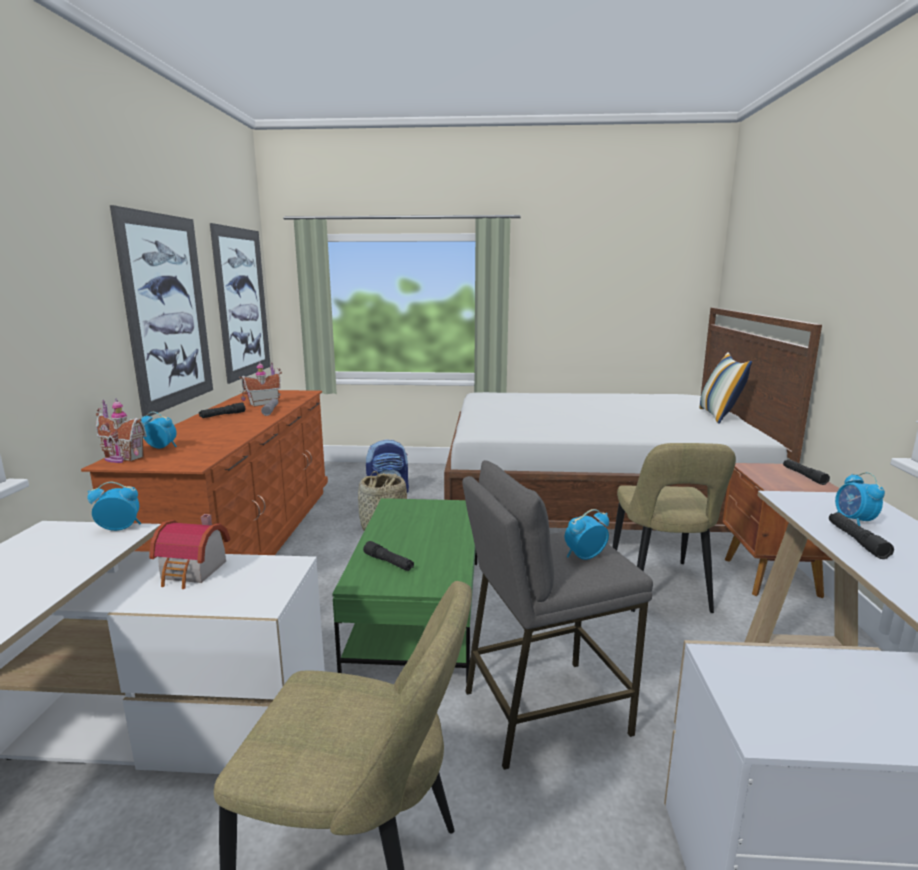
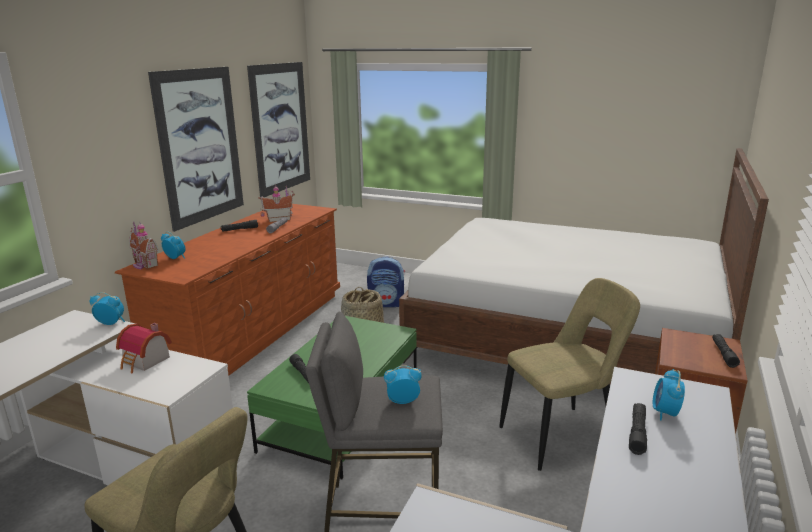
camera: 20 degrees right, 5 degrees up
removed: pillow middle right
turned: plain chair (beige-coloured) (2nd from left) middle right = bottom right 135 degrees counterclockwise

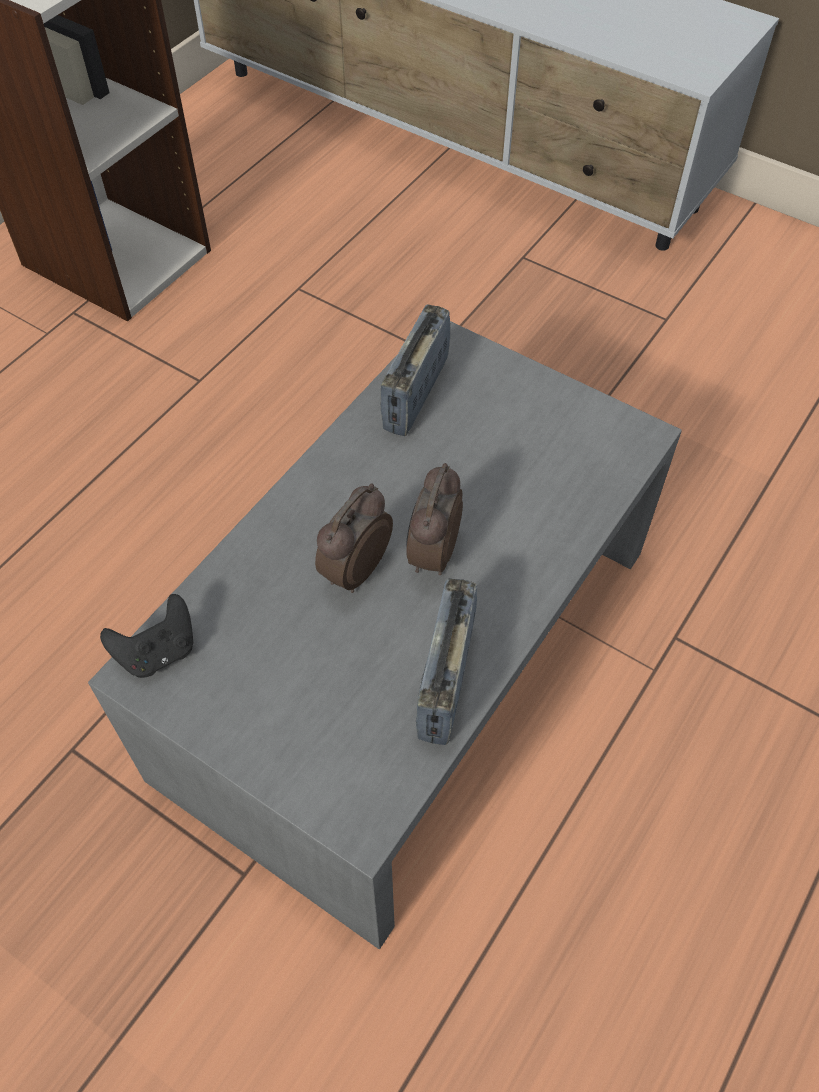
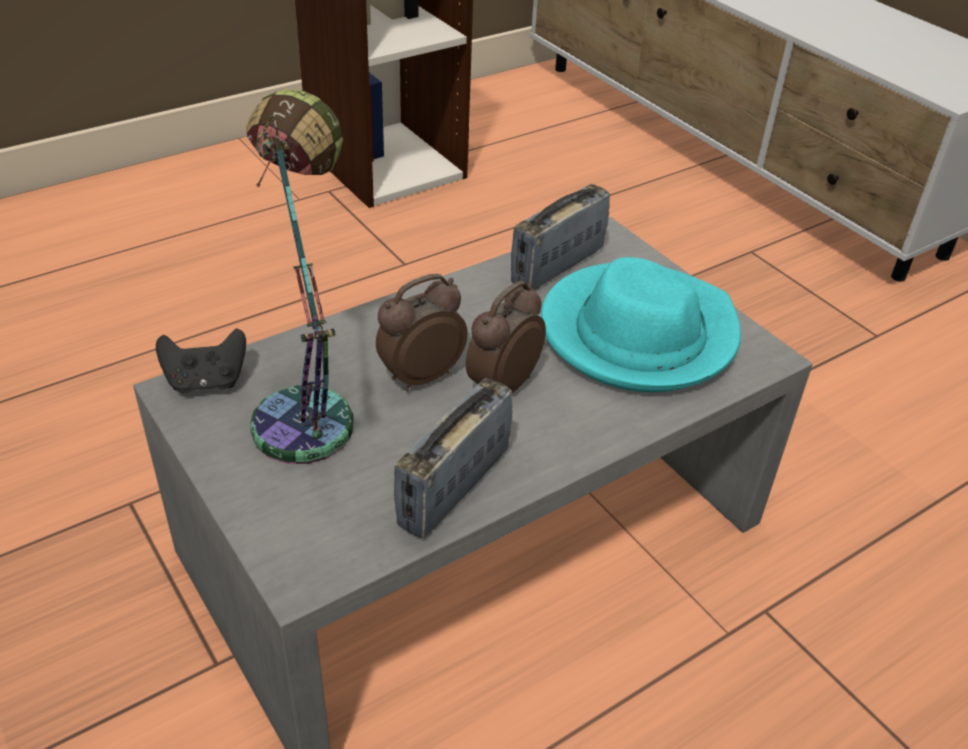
camera: 20 degrees right, 15 degrees down
added: table lamp middle left; clothing hat (blue-green) centre

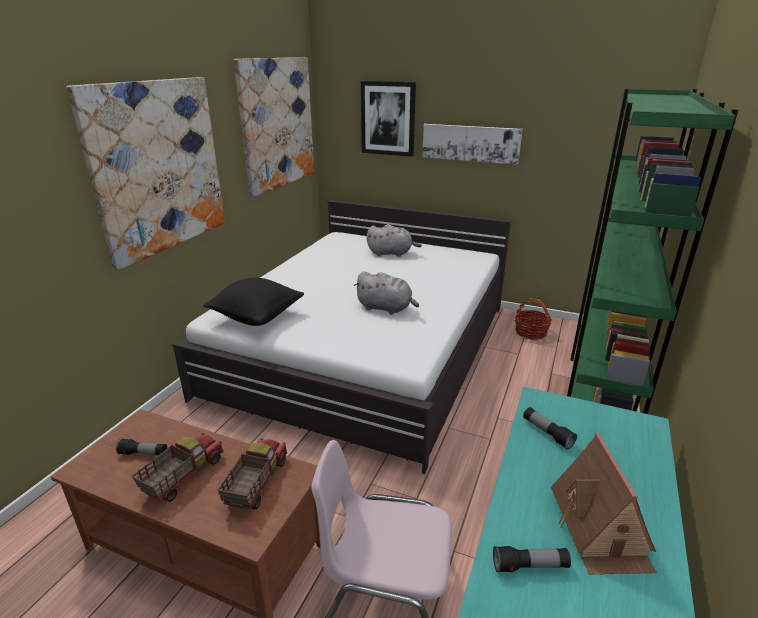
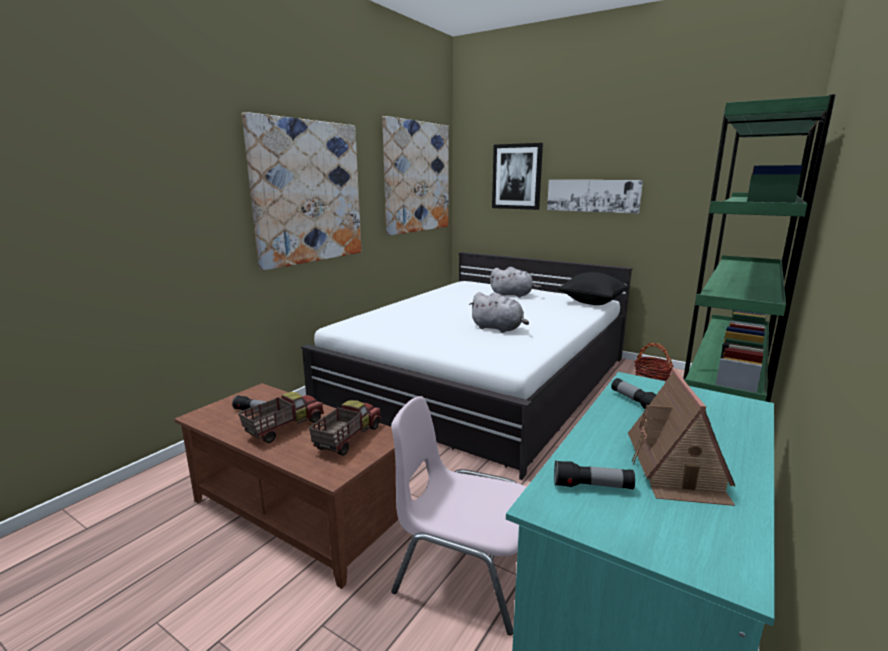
camera: 10 degrees right, 10 degrees down
moved: pillow (blackish) centre to middle right

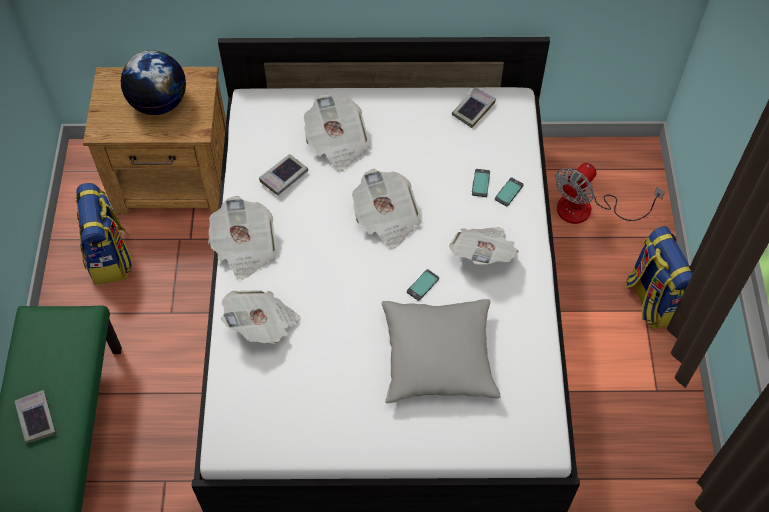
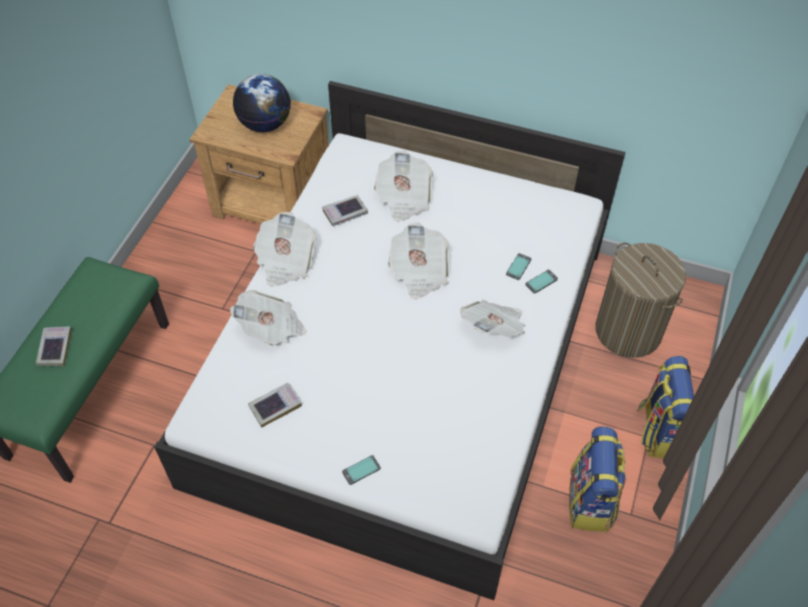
camera: 20 degrees right, 5 degrees down
removed: pillow (gray) bottom centre
moved: volume (3rd from left in the first image) top centre to volume (2nd from left) bottom centre; rucksack (1st from left) middle left to bottom right; telephone (1st from left) centre to bottom centre
replaced: cooling fan middle right to hamper middle right

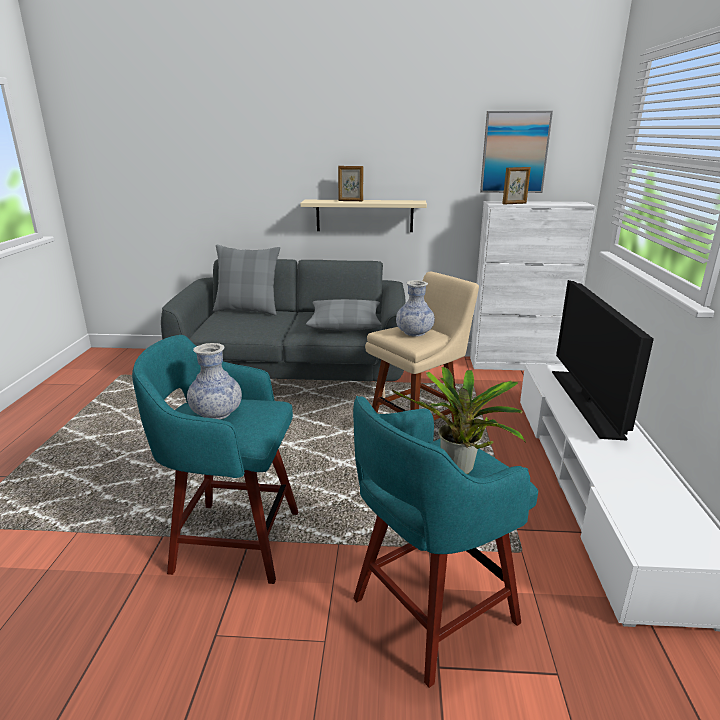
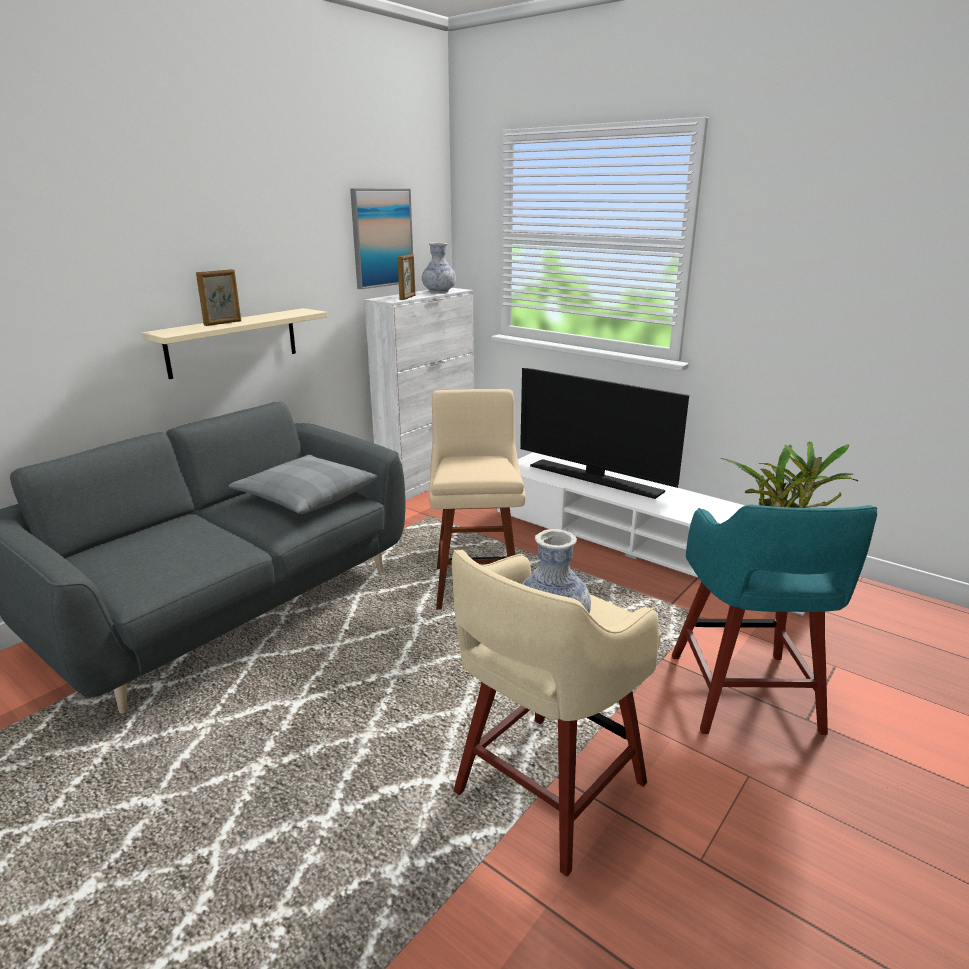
camera: 55 degrees left, 0 degrees up
removed: pillow (gray) (1st from left) centre
moved: decorative vase (2nd from left in the first image) centre to decorative vase (1st from left) top centre
recoloured: sitting stool (blue-green) (1st from left) middle left to sitting stool (beige-coloured) (2nd from left) bottom centre

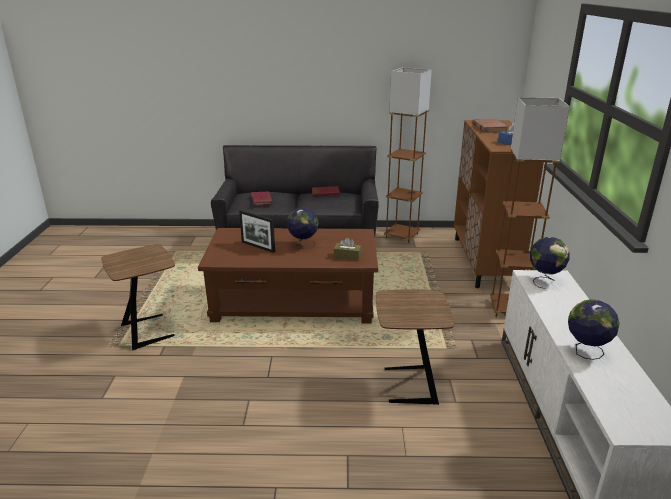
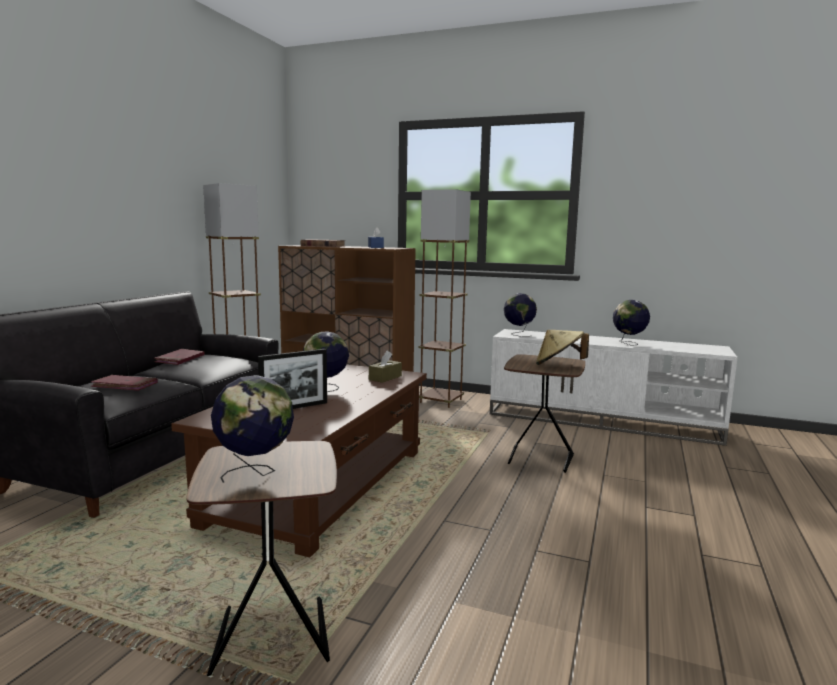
camera: 70 degrees left, 15 degrees down
added: clothing hat (beige-coloured) middle right; globe (1st from left) middle left

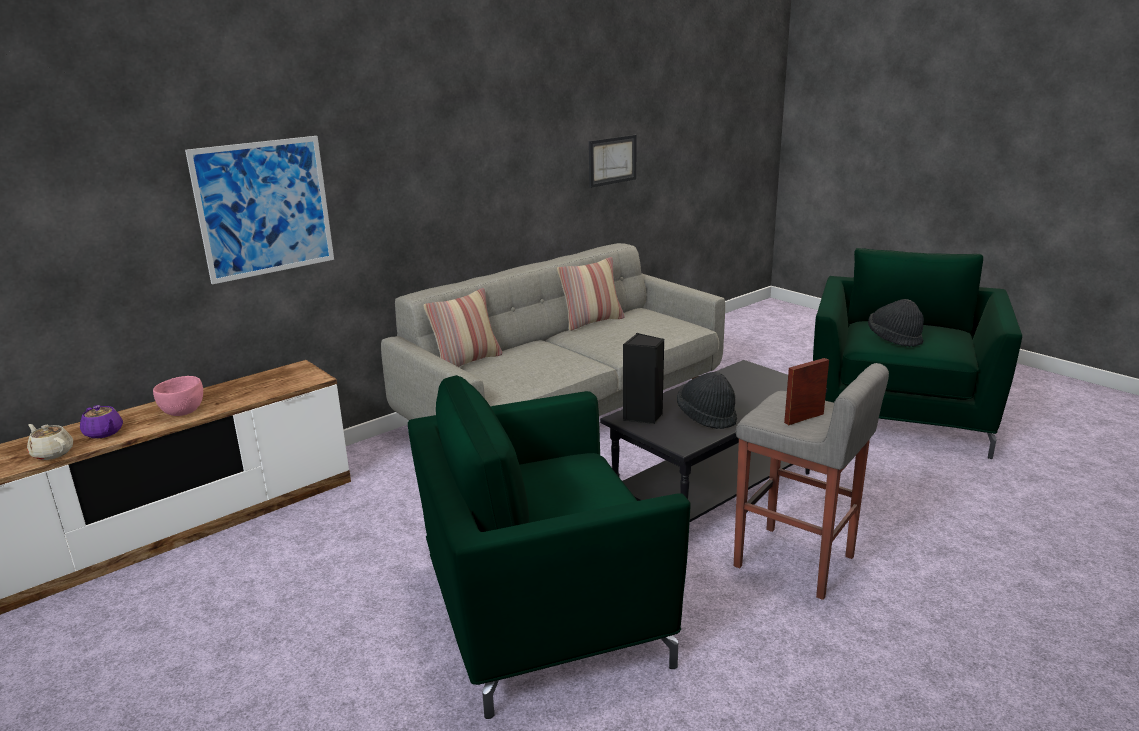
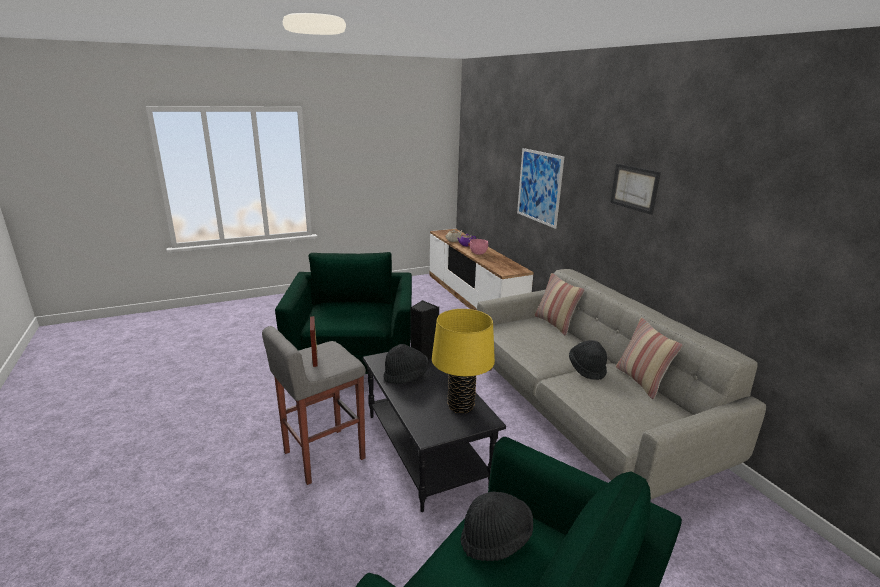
camera: 105 degrees right, 0 degrees up
added: table lamp (yellowish) centre; clothing hat (blackish) (3rd from left) middle right
moved: wall art (2nd from left) top centre to top right

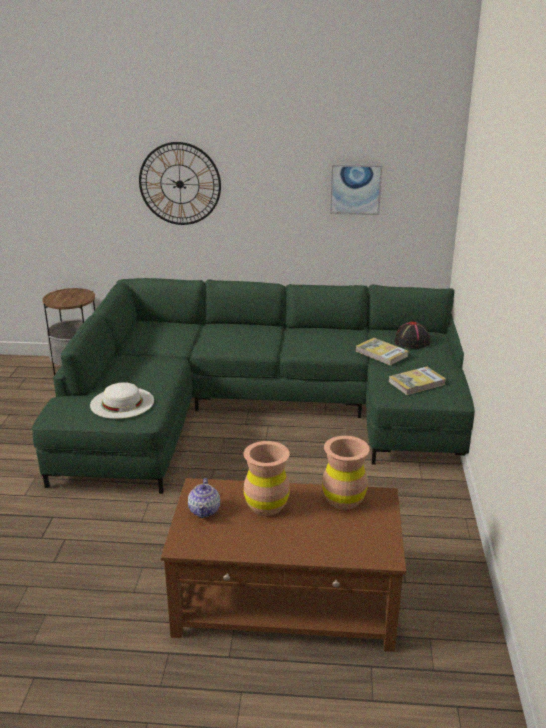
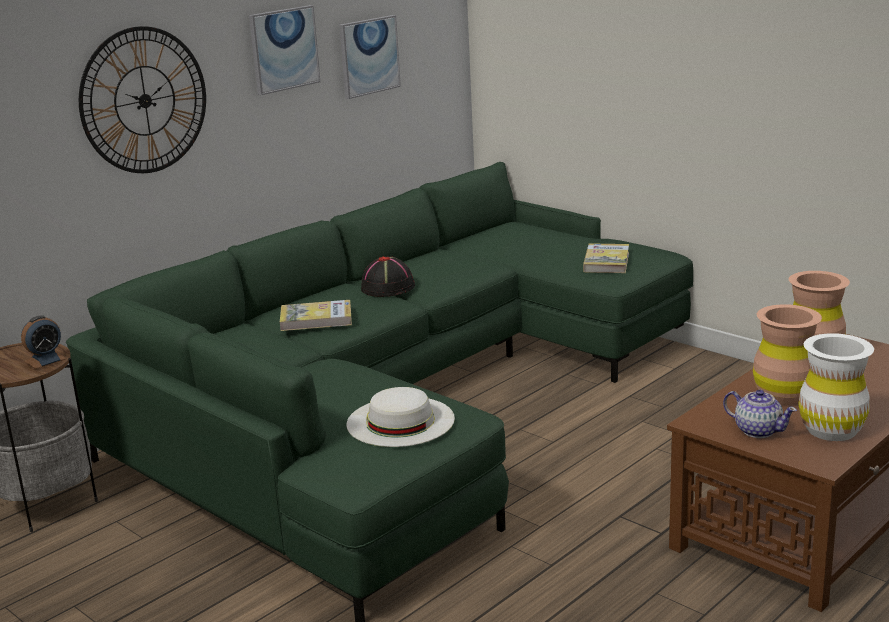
camera: 50 degrees left, 5 degrees down
added: wall art (1st from left) top left; bedside clock middle left; decorative vase (whitish) middle right
moved: clothing hat (blackish) middle right to centre; volume (1st from left) middle right to centre

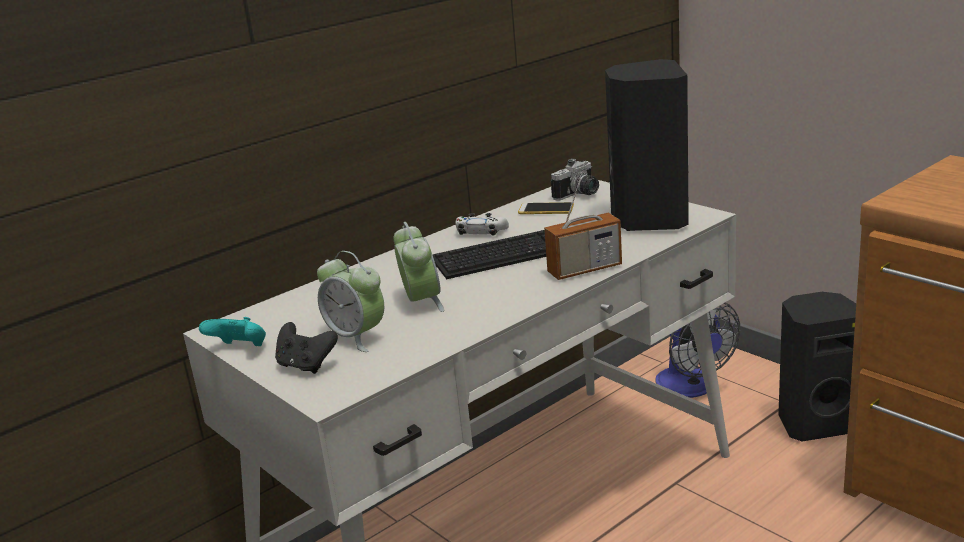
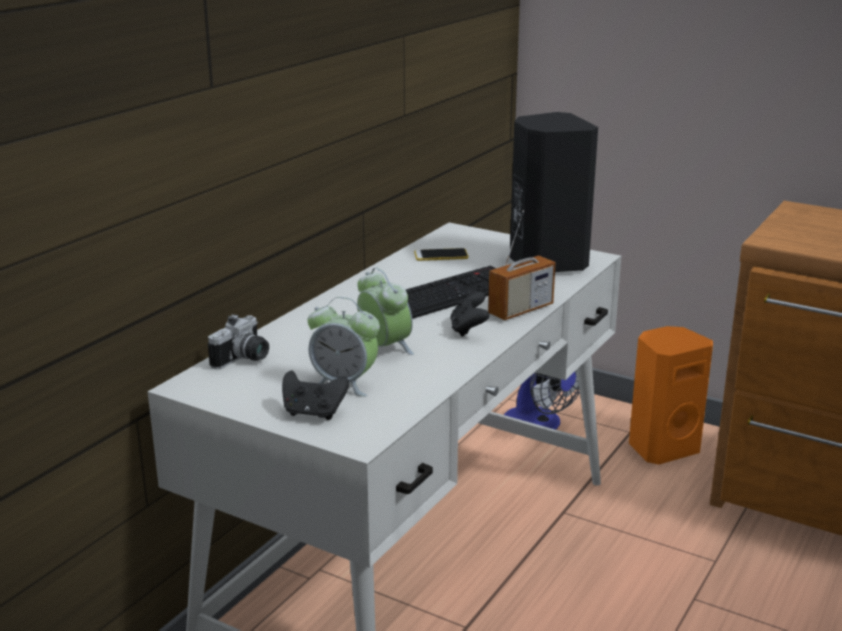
camera: 20 degrees left, 0 degrees up
removed: game controller (whitish) centre; game controller (blue-green) middle left
added: game controller (blackish) (2nd from left) centre
moved: photo camera top centre to middle left
recoloured: speaker (blackish) (2nd from left) bottom right to speaker (orange-coloured) middle right

